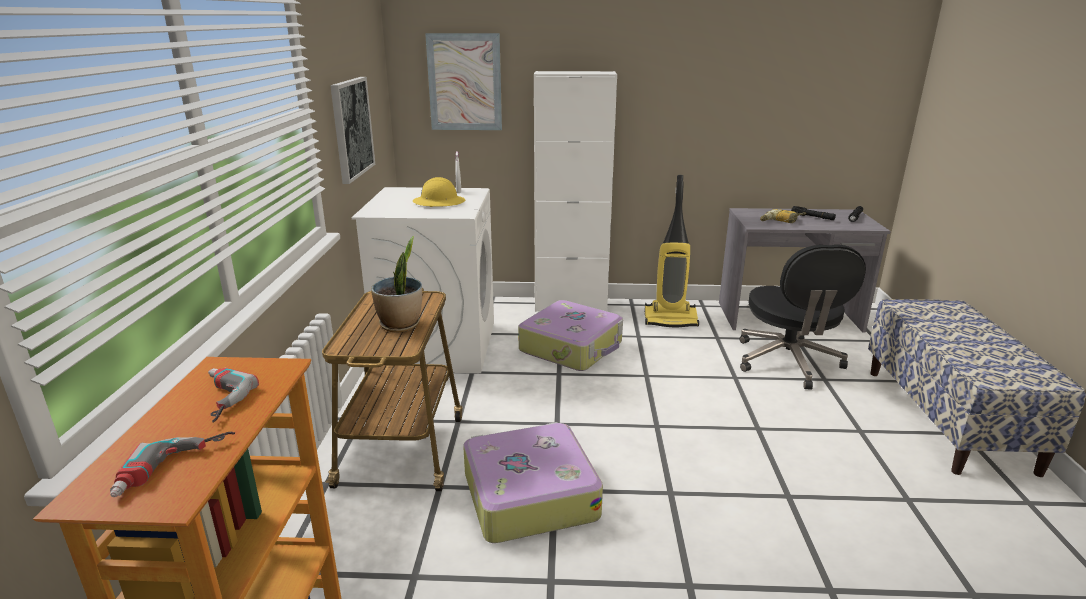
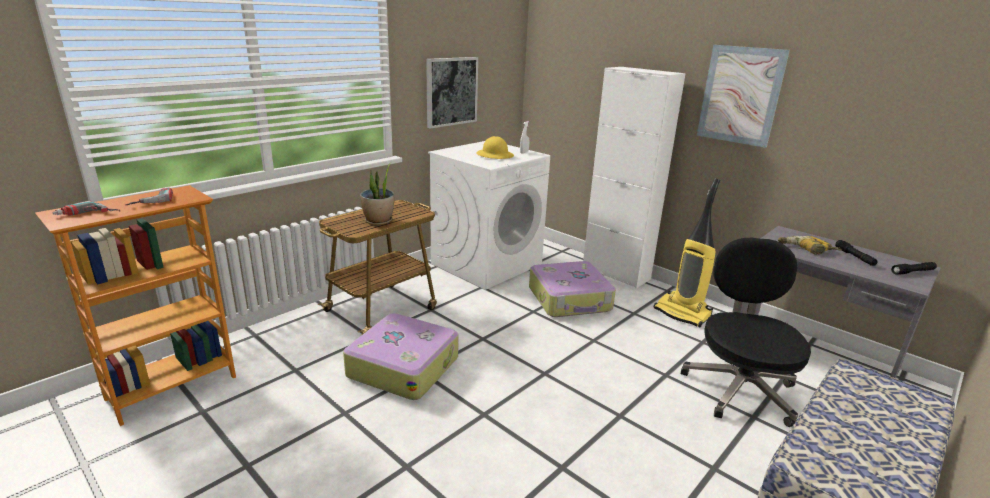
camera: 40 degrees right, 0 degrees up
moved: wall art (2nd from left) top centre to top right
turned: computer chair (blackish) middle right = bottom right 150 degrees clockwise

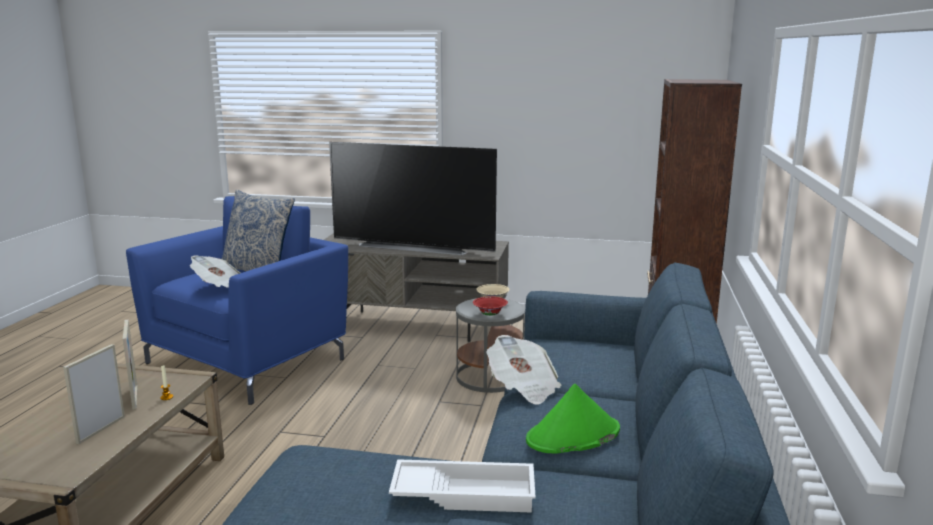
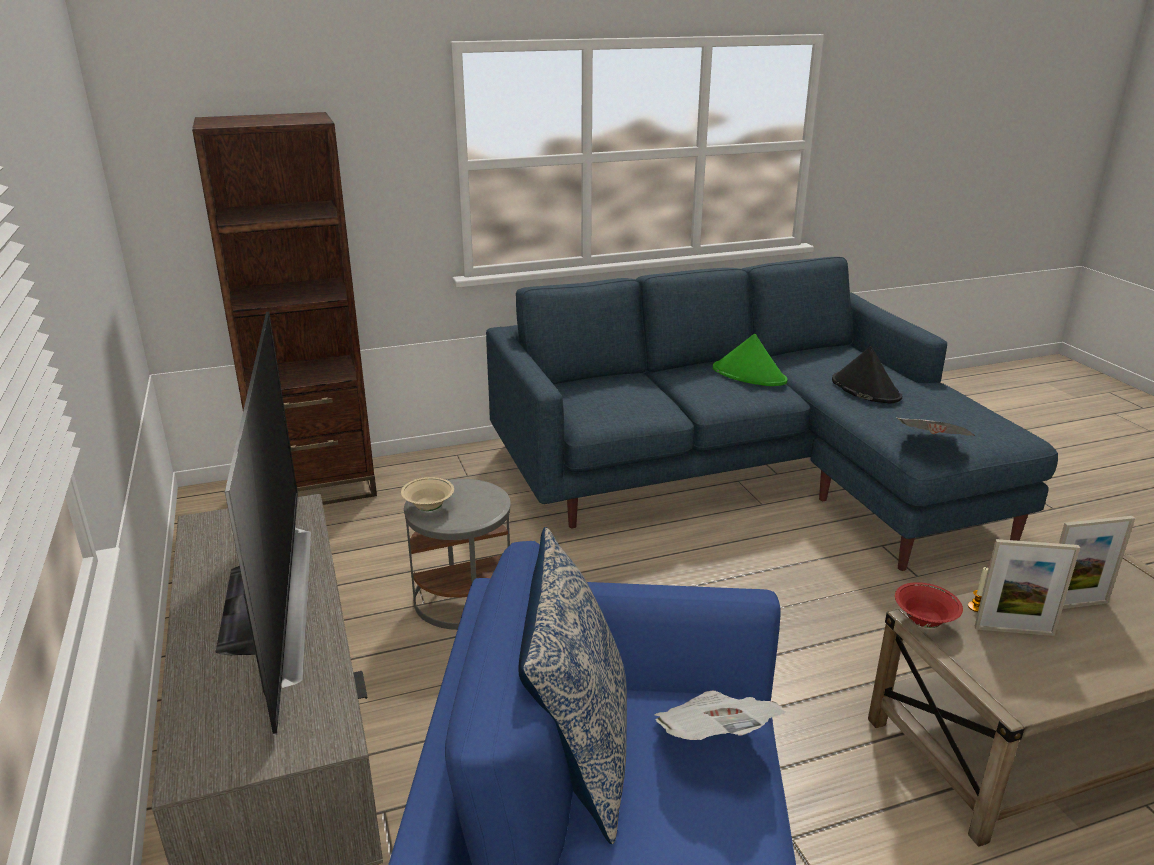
camera: 120 degrees left, 10 degrees up
moved: deep dish (reddish) centre to bottom right; newspaper (2nd from left) bottom centre to middle right
replaced: carrying tray (whitish) bottom centre to clothing hat (blackish) middle right
turned: picture frame (2nd from left in the first image) bottom left = bottom right 120 degrees counterclockwise

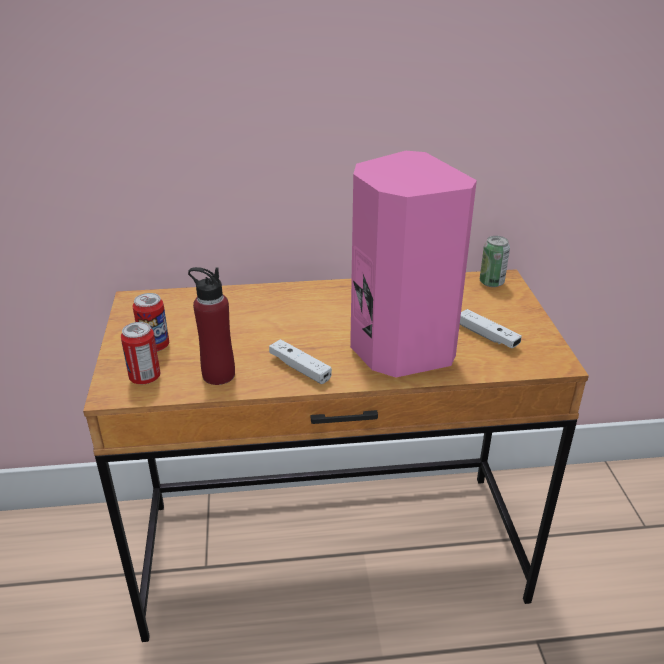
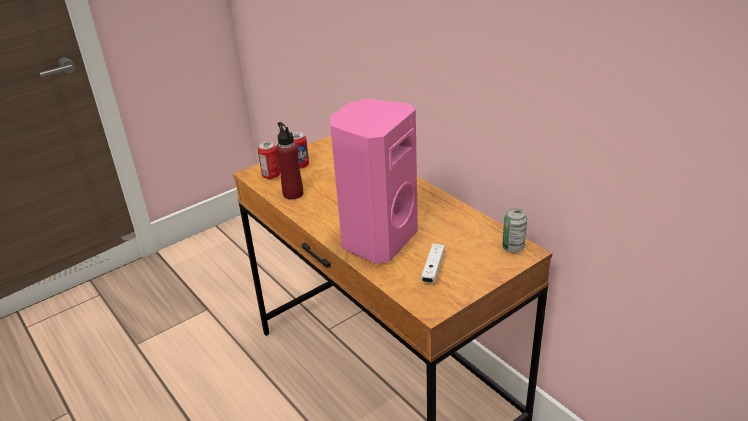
camera: 60 degrees right, 0 degrees up
removed: game controller (whitish) (1st from left) centre

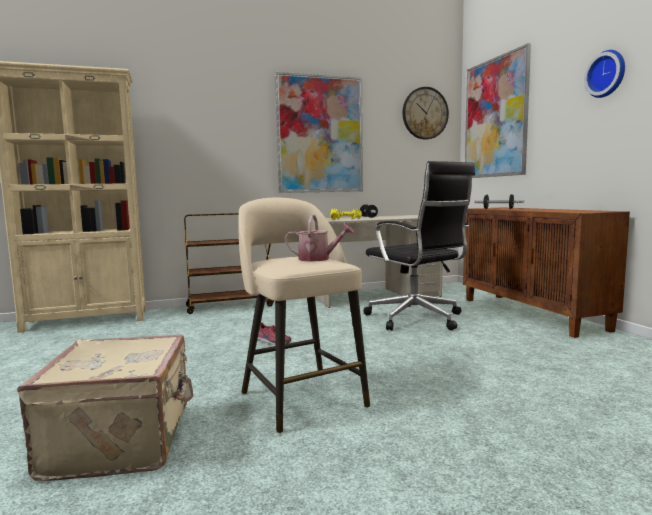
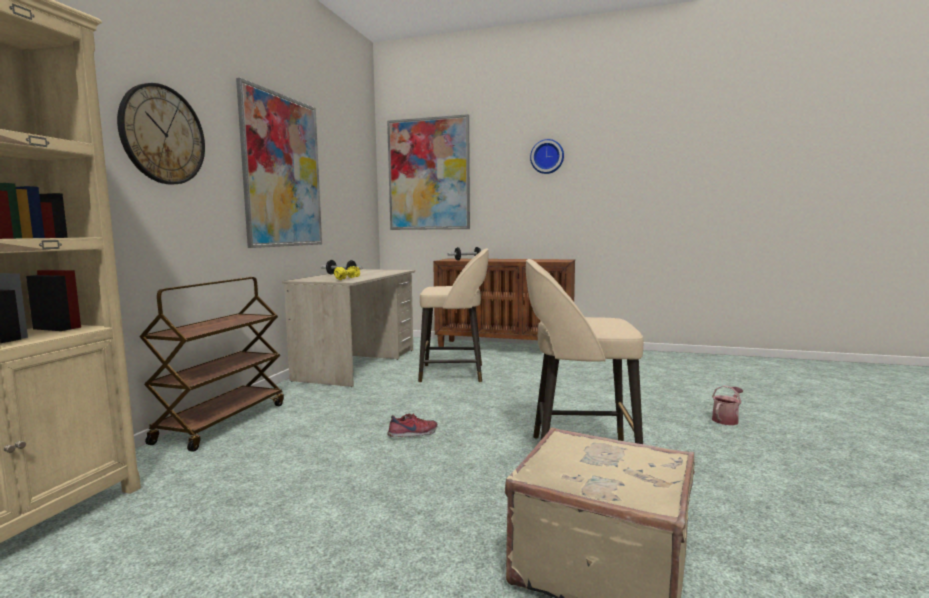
camera: 55 degrees left, 0 degrees up
moved: wall clock (1st from left) top centre to top left; watering pot centre to bottom right
replaced: computer chair (blackish) centre to sitting stool (beige-coloured) (1st from left) centre

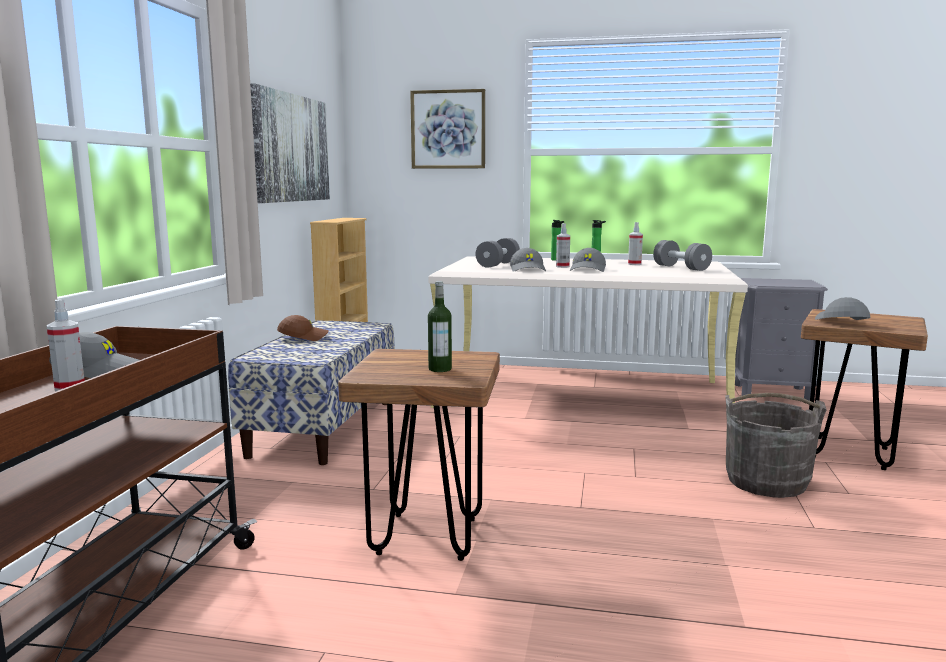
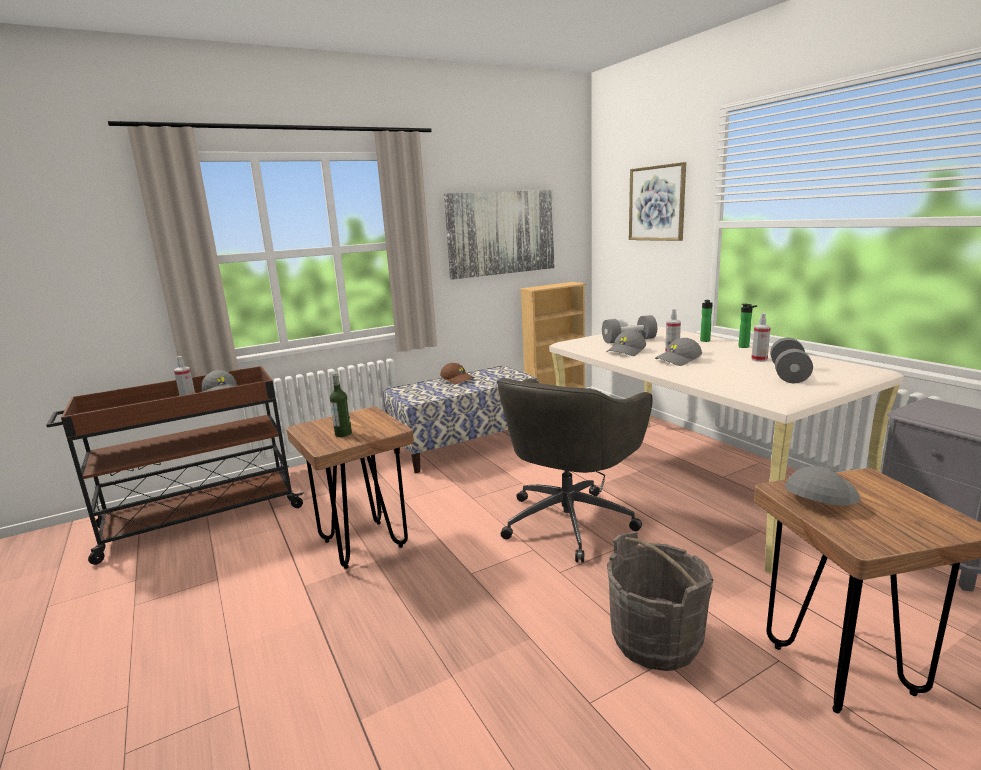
camera: 50 degrees right, 5 degrees up
added: computer chair (gray) centre

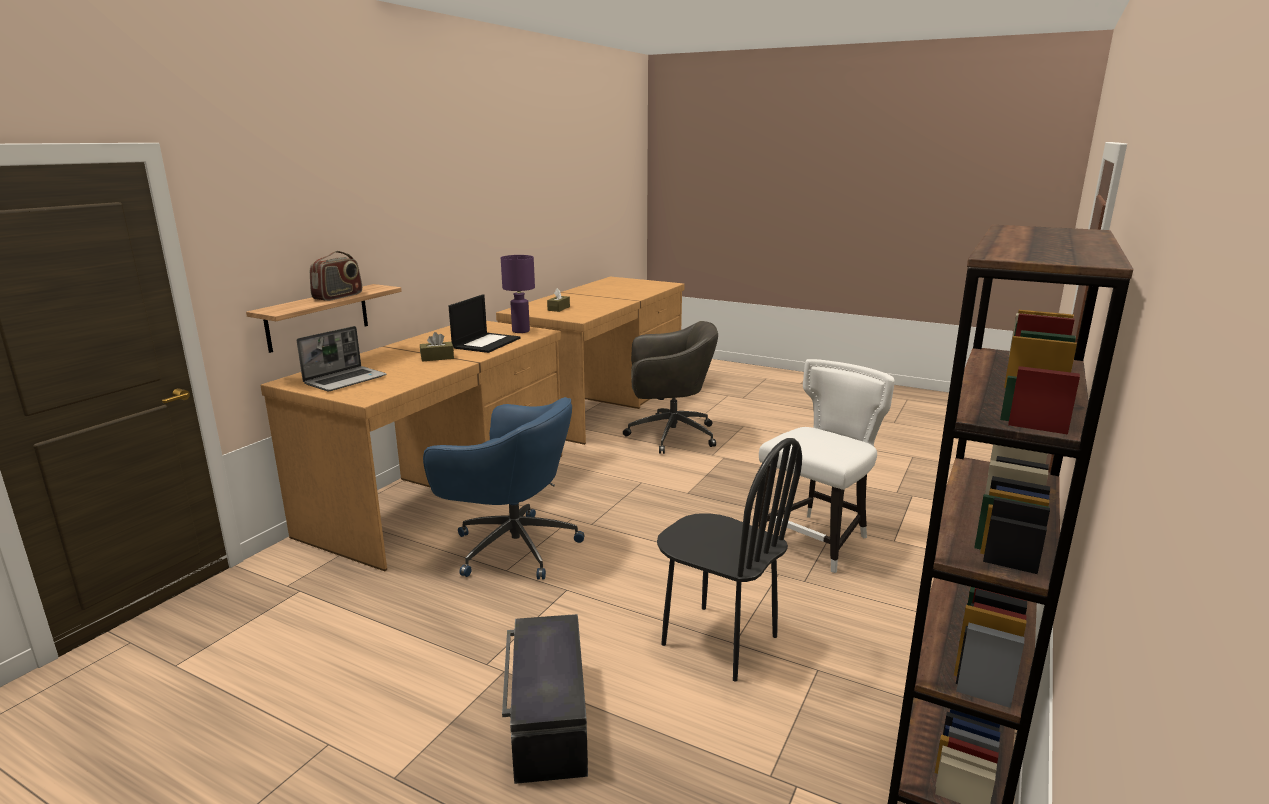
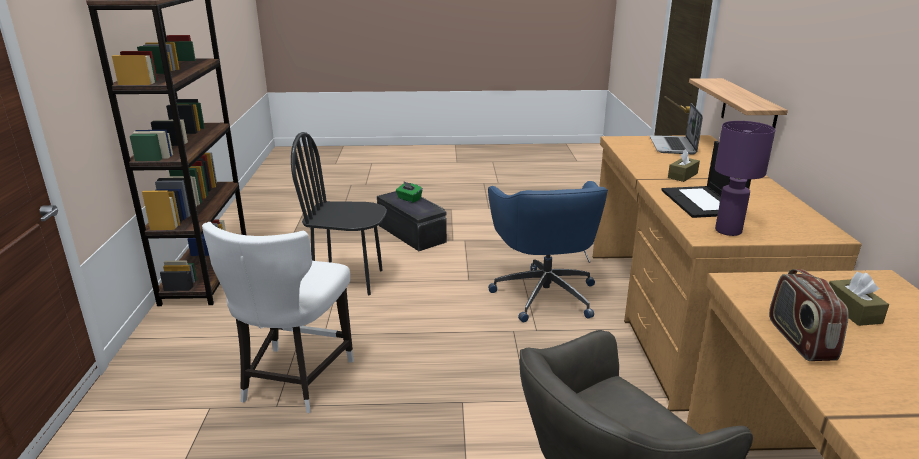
camera: 150 degrees right, 5 degrees up
added: box of tissues (greenish) centre
moved: radio set middle left to bottom right
turned: computer chair (bluish) centre = centre 90 degrees counterclockwise

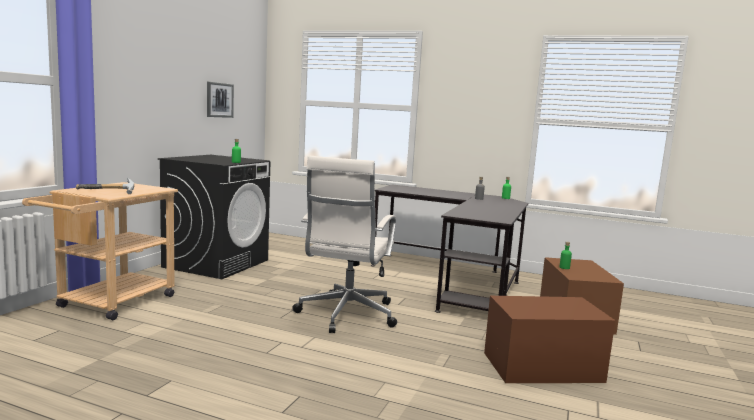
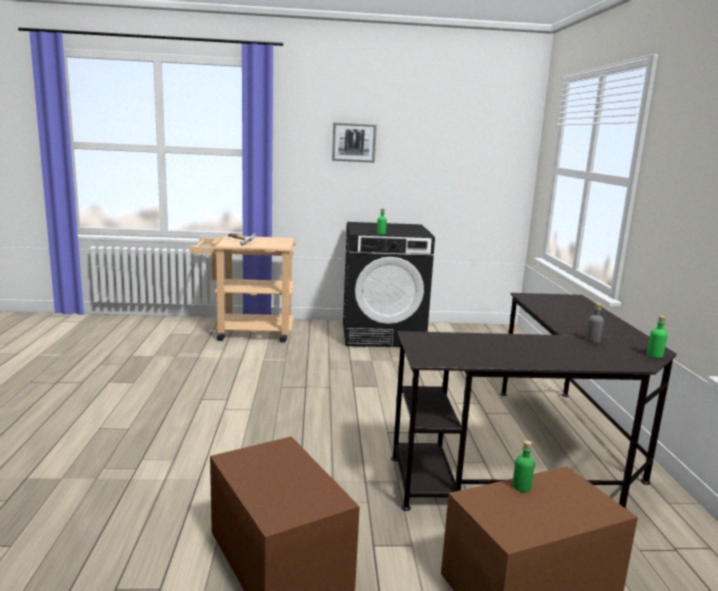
camera: 65 degrees right, 5 degrees up
removed: computer chair (whitish) centre
moved: wall art top left to top centre

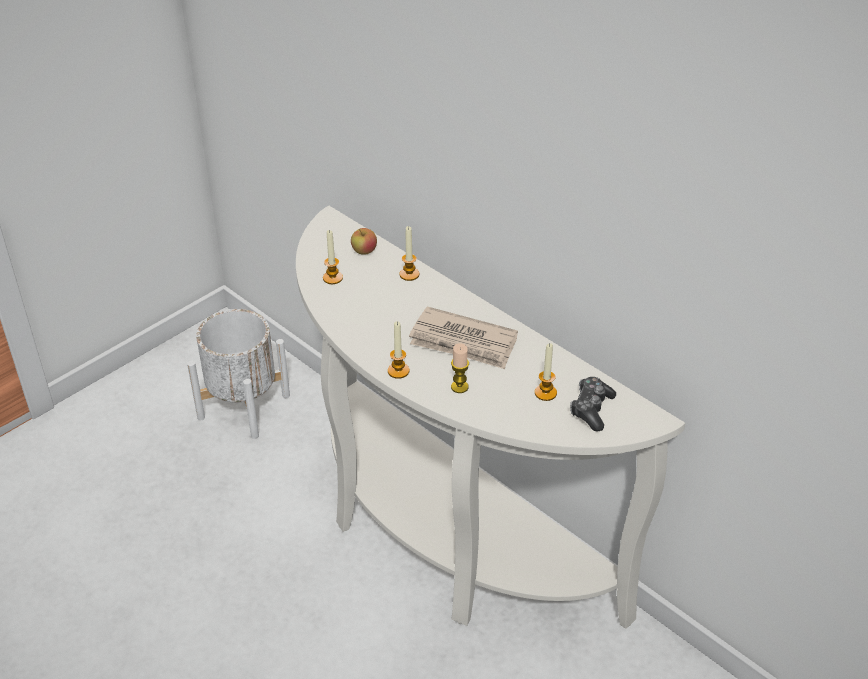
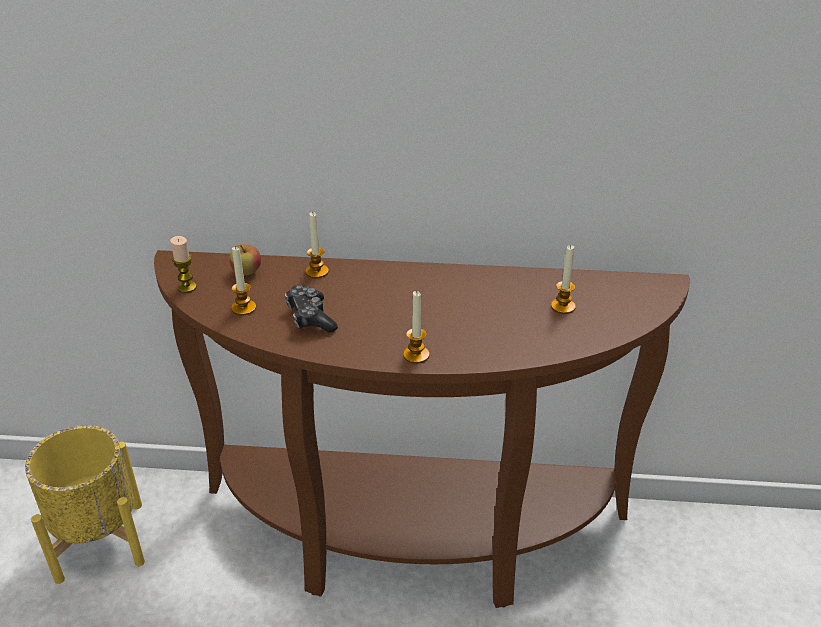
camera: 40 degrees left, 5 degrees down
removed: newspaper centre
moved: wax light (4th from left in the first image) centre to wax light (1st from left) middle left; game controller middle right to centre
recoloured: console table (whitish) centre to console table (brown) bottom centre; plant pot (whitish) middle left to plant pot (yellowish) bottom left

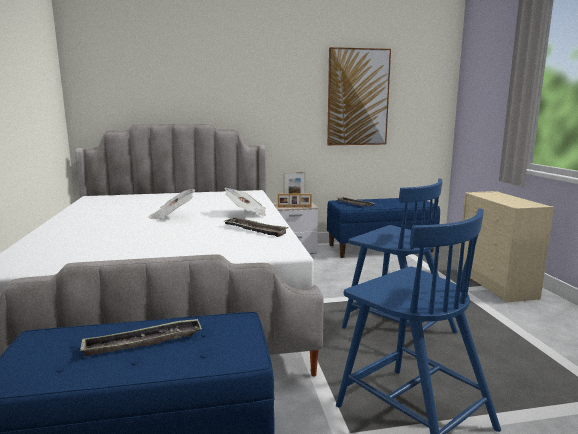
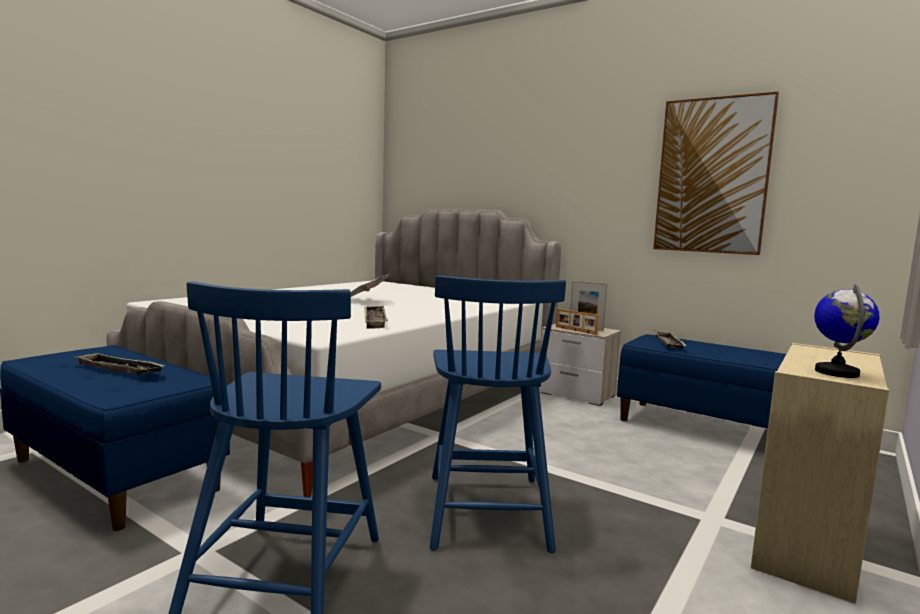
camera: 45 degrees right, 5 degrees down
removed: newspaper (2nd from left) centre
added: globe middle right

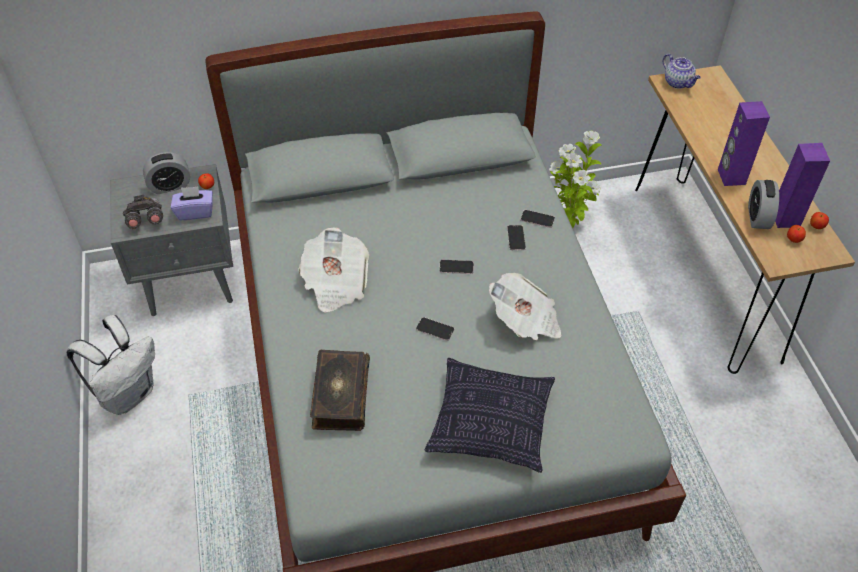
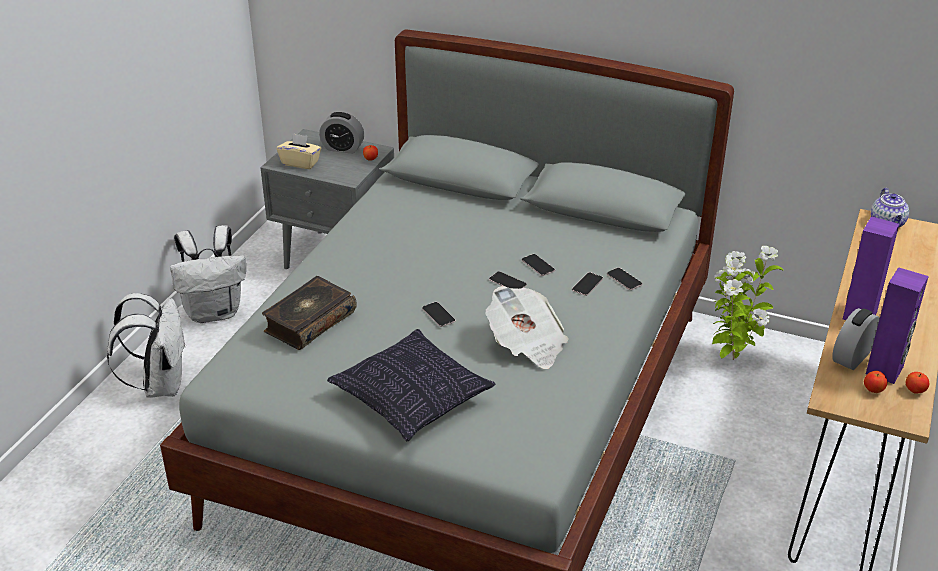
camera: 35 degrees right, 15 degrees down
removed: box of tissues (purplish) middle left; newspaper (1st from left) centre
added: telephone (3rd from left) centre; rucksack (whitish) (1st from left) middle left
replaced: pair of binoculars (gray) middle left to box of tissues (beige-coloured) top left

